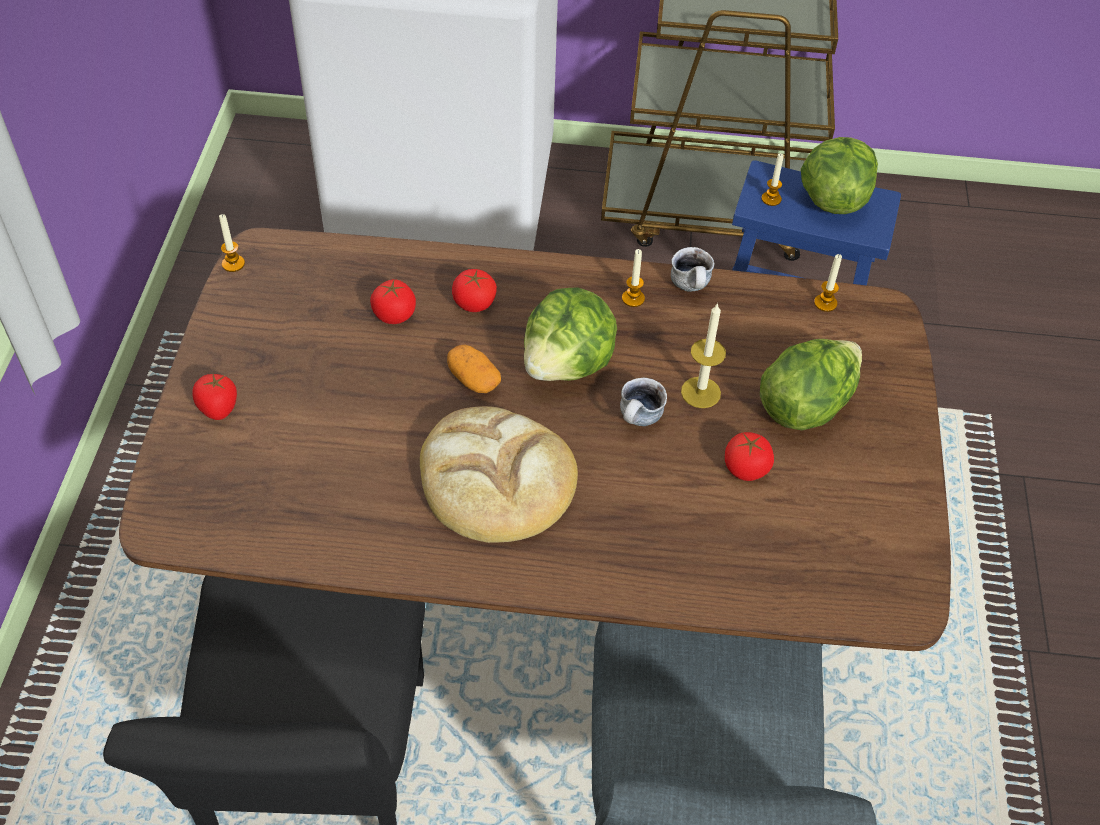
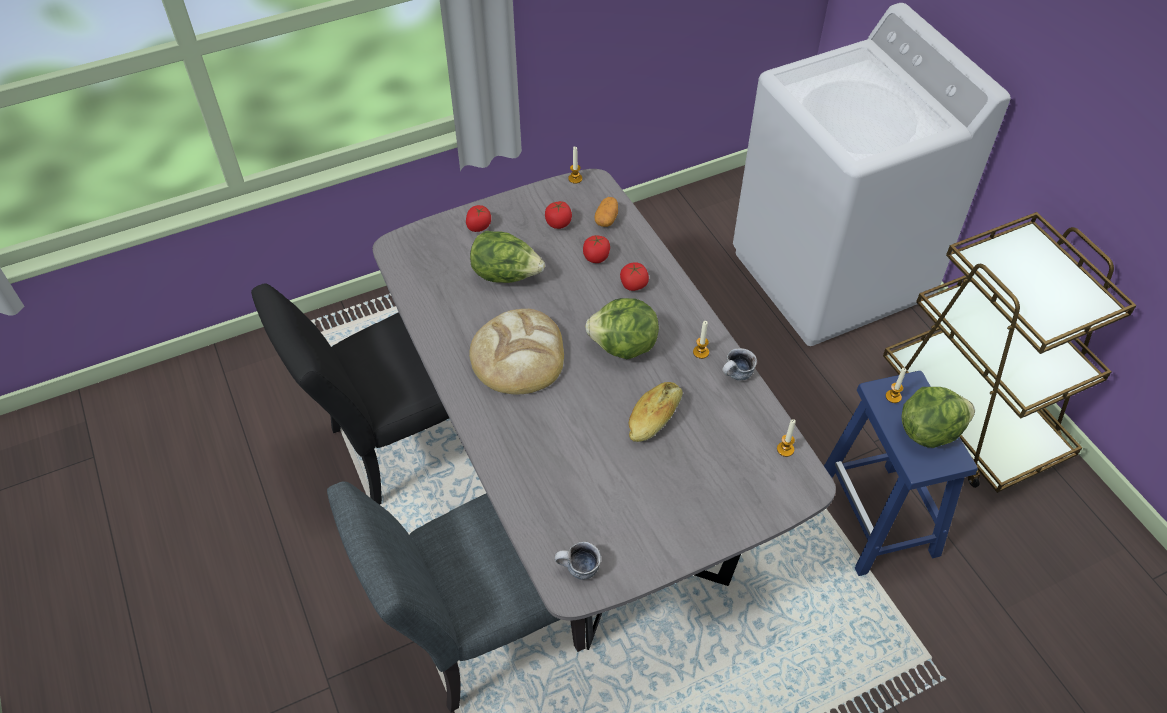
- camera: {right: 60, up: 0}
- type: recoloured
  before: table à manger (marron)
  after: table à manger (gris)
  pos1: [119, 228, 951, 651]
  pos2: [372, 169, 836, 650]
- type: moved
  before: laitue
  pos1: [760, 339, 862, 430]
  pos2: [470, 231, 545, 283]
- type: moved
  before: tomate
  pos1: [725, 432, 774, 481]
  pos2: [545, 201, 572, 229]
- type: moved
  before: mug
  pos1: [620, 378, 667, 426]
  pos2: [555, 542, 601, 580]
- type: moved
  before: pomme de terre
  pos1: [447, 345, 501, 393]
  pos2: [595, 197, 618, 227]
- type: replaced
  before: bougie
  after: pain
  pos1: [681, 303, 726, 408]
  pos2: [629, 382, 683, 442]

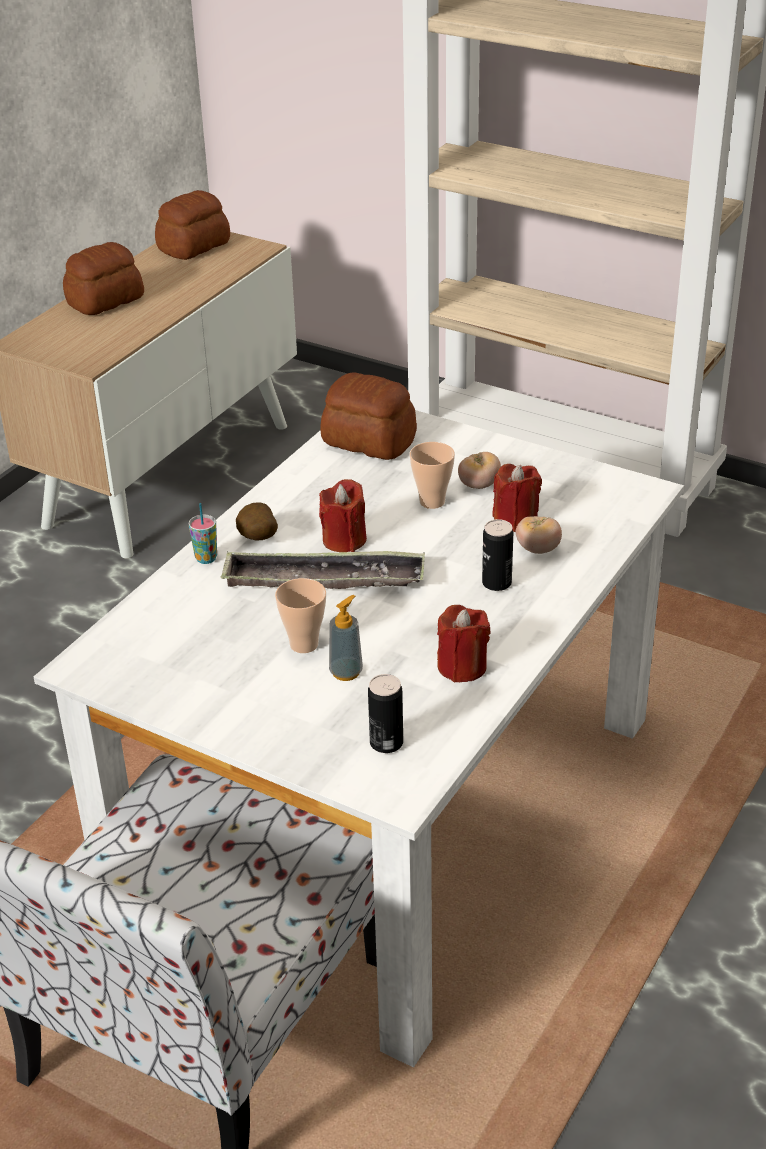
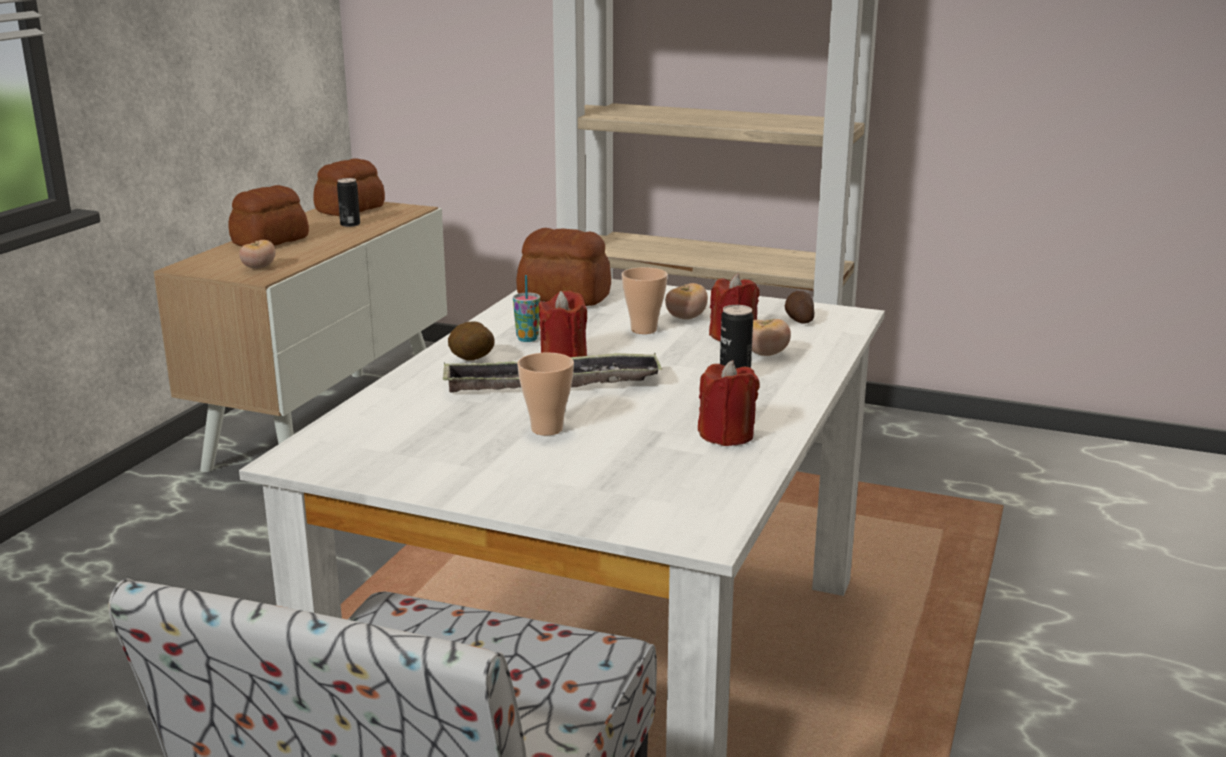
- camera: {right: -10, up: -15}
- type: added
  after: tomate
  pos2: [239, 240, 276, 269]
- type: moved
  before: boîte métallique
  pos1: [368, 674, 403, 753]
  pos2: [337, 178, 360, 227]
- type: moved
  before: tasse
  pos1: [189, 503, 217, 564]
  pos2: [513, 275, 540, 342]
- type: added
  after: pomme de terre
  pos2: [785, 291, 814, 324]
- type: removed
  before: distributeur de savon
  pos1: [329, 595, 363, 681]

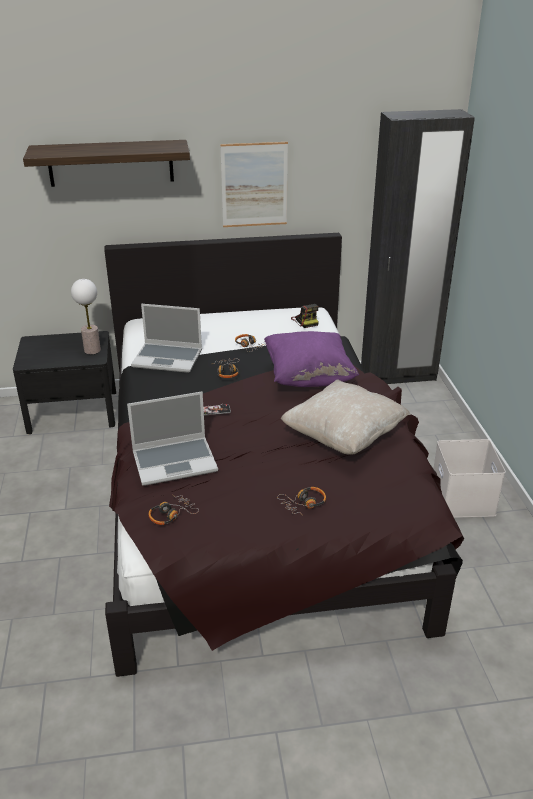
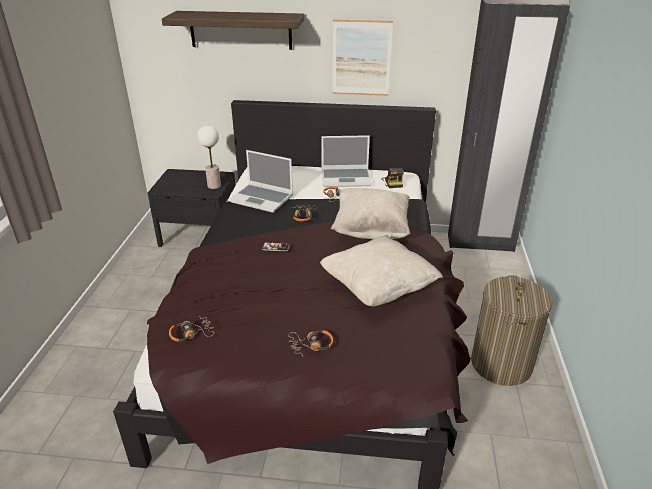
- camera: {right: 15, up: 0}
- type: moved
  before: ordinateur portable
  pos1: [127, 392, 218, 486]
  pos2: [321, 135, 372, 187]
- type: recoloured
  before: coussin (violet)
  after: coussin (beige)
  pos1: [264, 331, 359, 387]
  pos2: [331, 188, 410, 239]
- type: replaced
  before: boîte de rangement (blanc)
  after: panier à linge
  pos1: [433, 439, 506, 518]
  pos2: [471, 275, 552, 386]

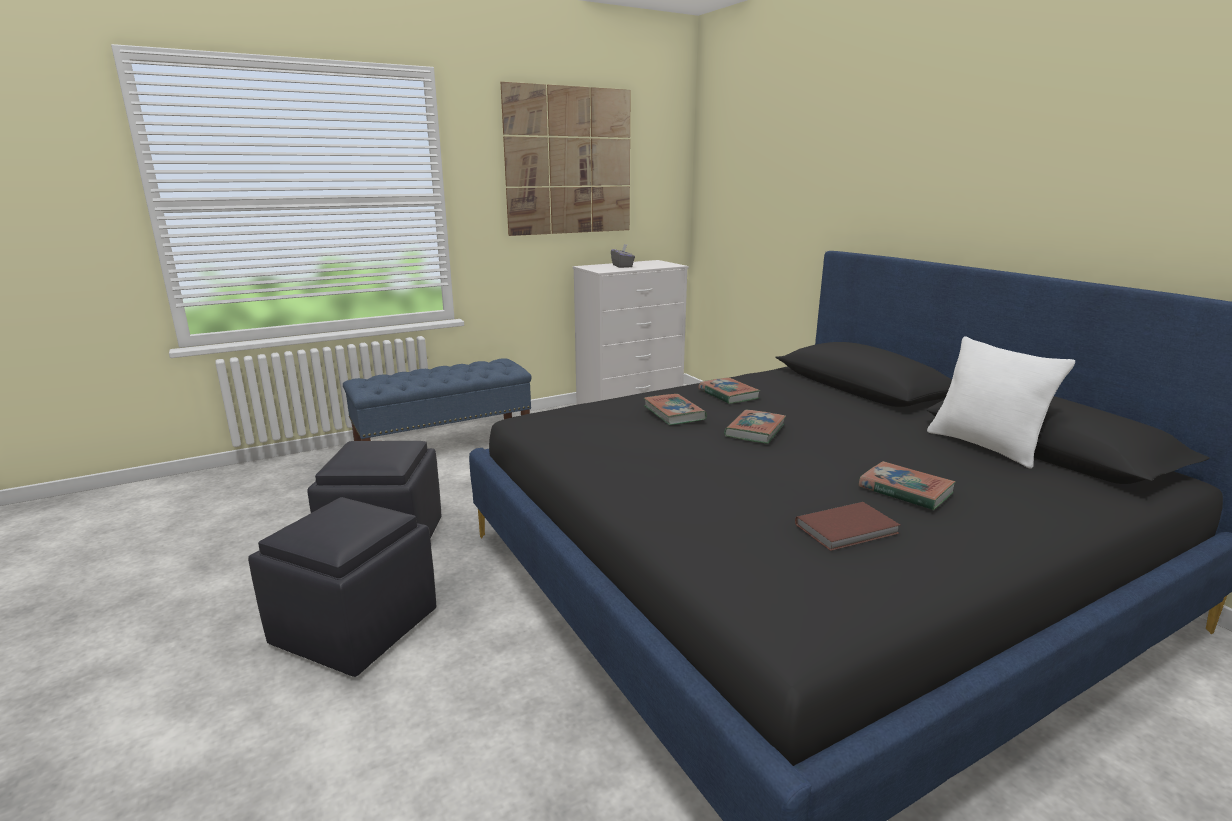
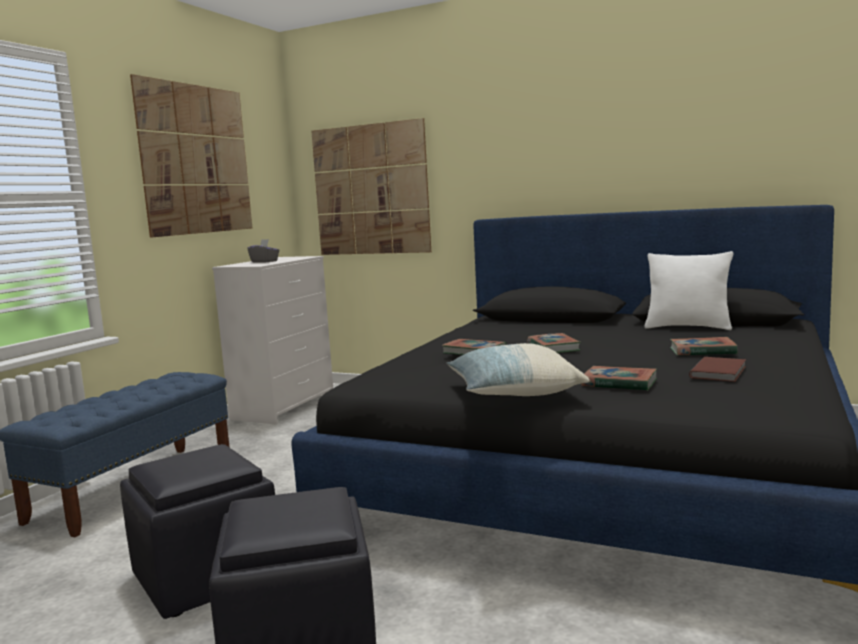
- camera: {right: -35, up: -10}
- type: added
  after: tableau
  pos2: [311, 118, 431, 255]
- type: added
  after: coussin
  pos2: [447, 343, 590, 396]
- type: moved
  before: livre
  pos1: [699, 377, 761, 404]
  pos2: [581, 366, 657, 391]

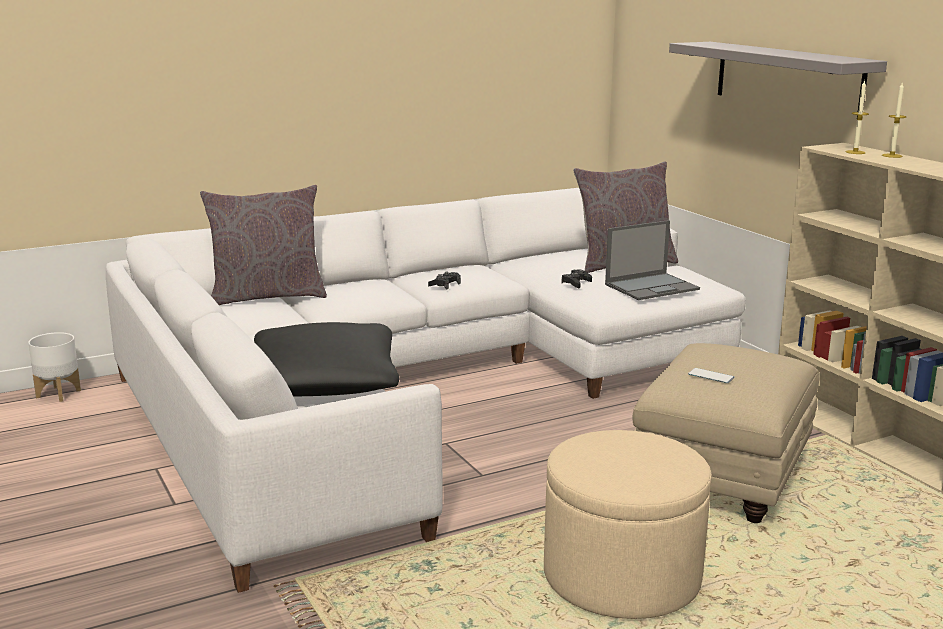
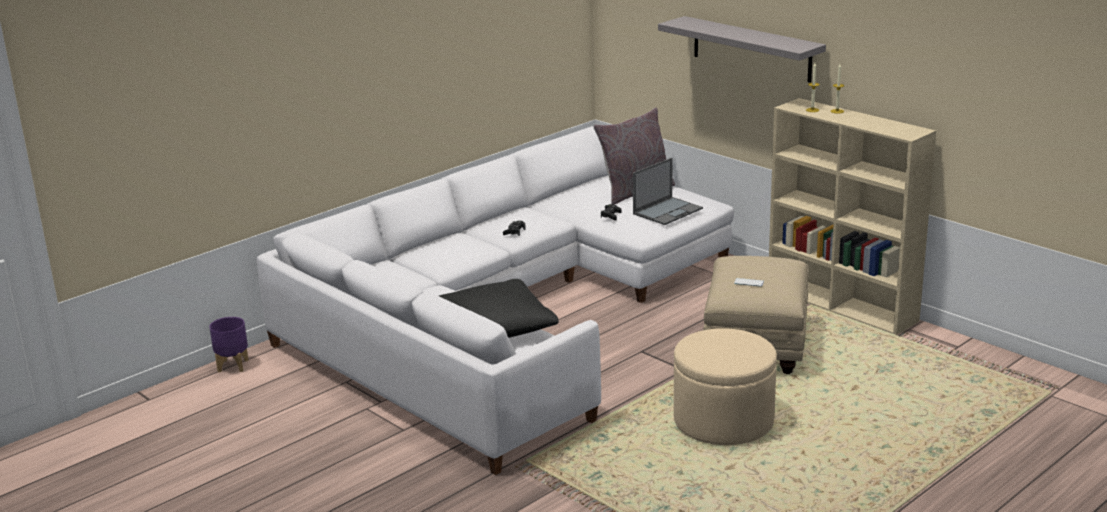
- camera: {right: -15, up: 5}
- type: recoloured
  before: cache-pot (blanc)
  after: cache-pot (violet)
  pos1: [28, 332, 81, 402]
  pos2: [209, 317, 249, 372]
- type: removed
  before: coussin (gris)
  pos1: [200, 185, 327, 305]

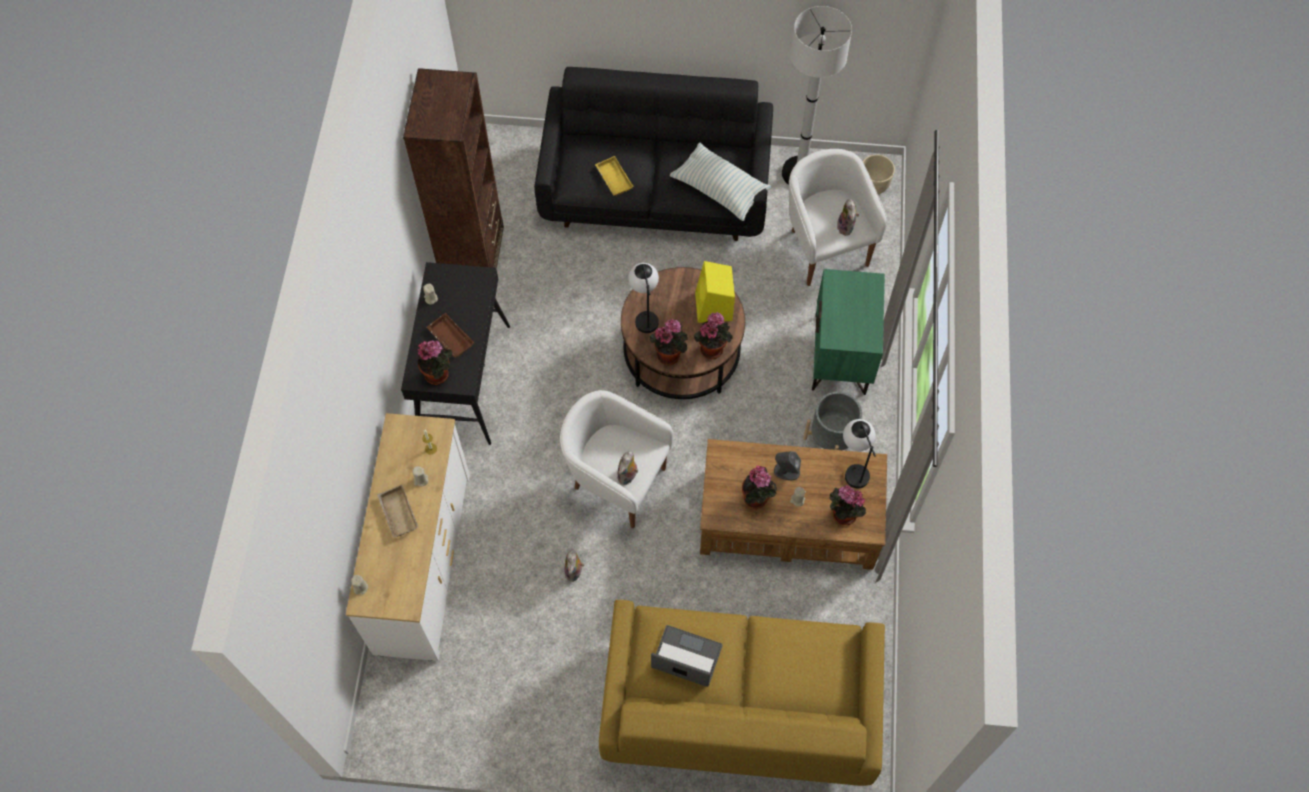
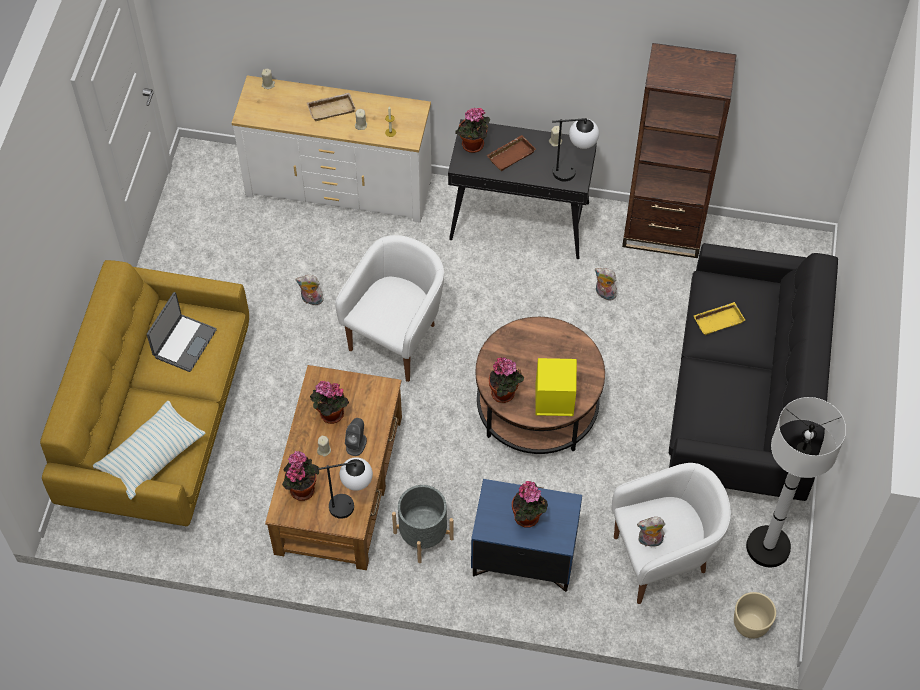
- camera: {right: 95, up: -5}
- type: moved
  before: coussin
  pos1: [670, 143, 772, 221]
  pos2: [93, 401, 206, 500]
- type: recoloured
  before: table de chevet (vert)
  after: table de chevet (bleu)
  pos1: [812, 269, 885, 395]
  pos2: [471, 479, 582, 592]
- type: moved
  before: plante en pot
  pos1: [650, 319, 688, 365]
  pos2: [512, 481, 548, 528]
- type: moved
  before: lampe de table
  pos1: [628, 263, 659, 333]
  pos2: [552, 118, 599, 181]
- type: moved
  before: peluche
  pos1: [617, 451, 638, 485]
  pos2: [595, 268, 617, 301]

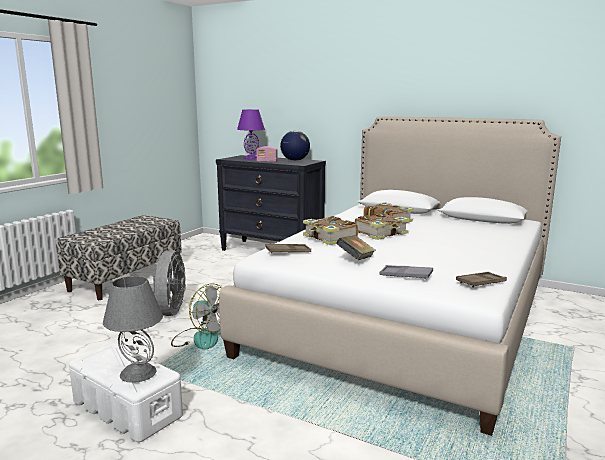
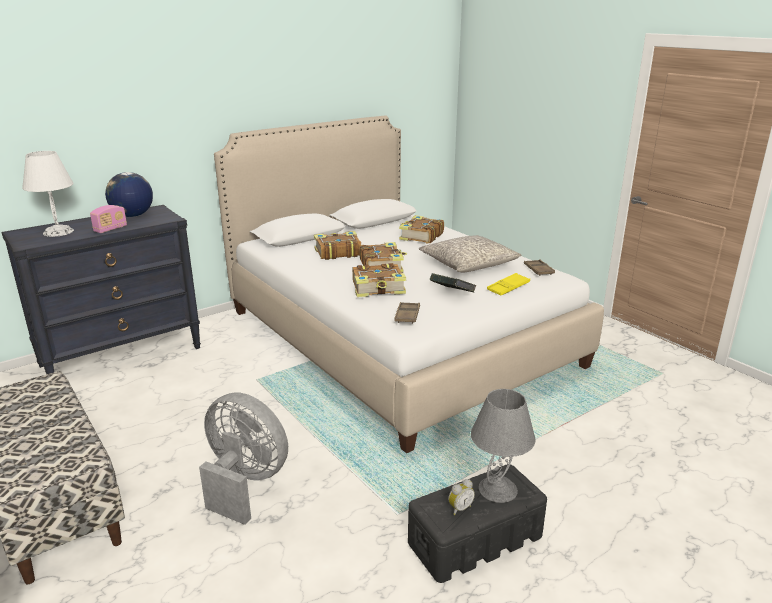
- camera: {right: -65, up: 10}
- type: recoloured
  before: lampe de table (violet)
  after: lampe de table (blanc)
  pos1: [237, 109, 265, 160]
  pos2: [22, 151, 74, 237]
- type: added
  after: livre
  pos2: [399, 215, 444, 243]
- type: recoloured
  before: boîte de rangement (blanc)
  after: boîte de rangement (noir)
  pos1: [69, 343, 183, 442]
  pos2: [408, 465, 547, 583]
- type: added
  after: coussin (gris)
  pos2: [419, 235, 521, 273]
- type: added
  after: réveil
  pos2: [448, 479, 475, 515]
- type: recoloured
  before: plateau (gris)
  after: plateau (jaune)
  pos1: [380, 265, 433, 279]
  pos2: [487, 273, 530, 296]
- type: removed
  before: ventilateur
  pos1: [171, 284, 222, 349]

